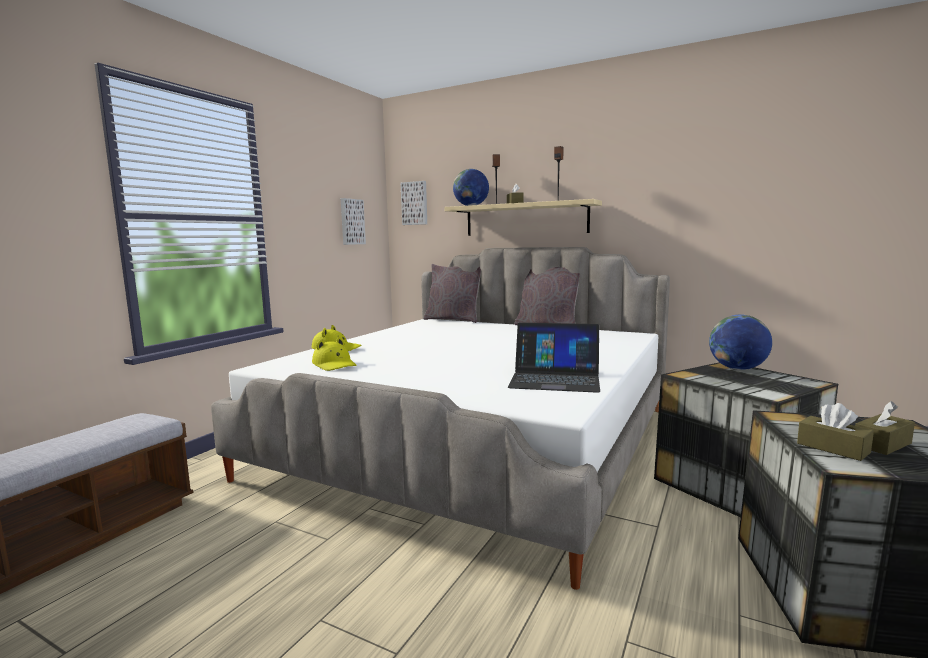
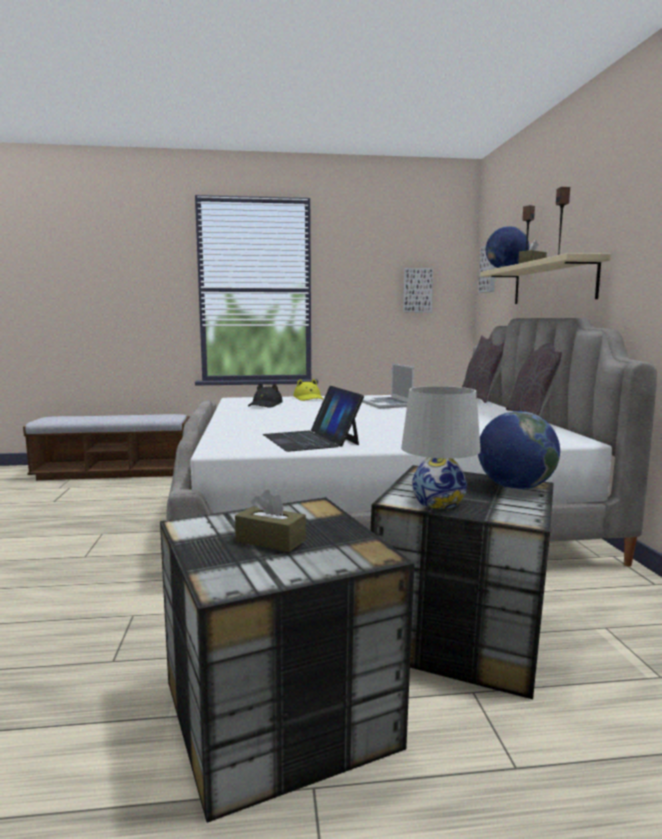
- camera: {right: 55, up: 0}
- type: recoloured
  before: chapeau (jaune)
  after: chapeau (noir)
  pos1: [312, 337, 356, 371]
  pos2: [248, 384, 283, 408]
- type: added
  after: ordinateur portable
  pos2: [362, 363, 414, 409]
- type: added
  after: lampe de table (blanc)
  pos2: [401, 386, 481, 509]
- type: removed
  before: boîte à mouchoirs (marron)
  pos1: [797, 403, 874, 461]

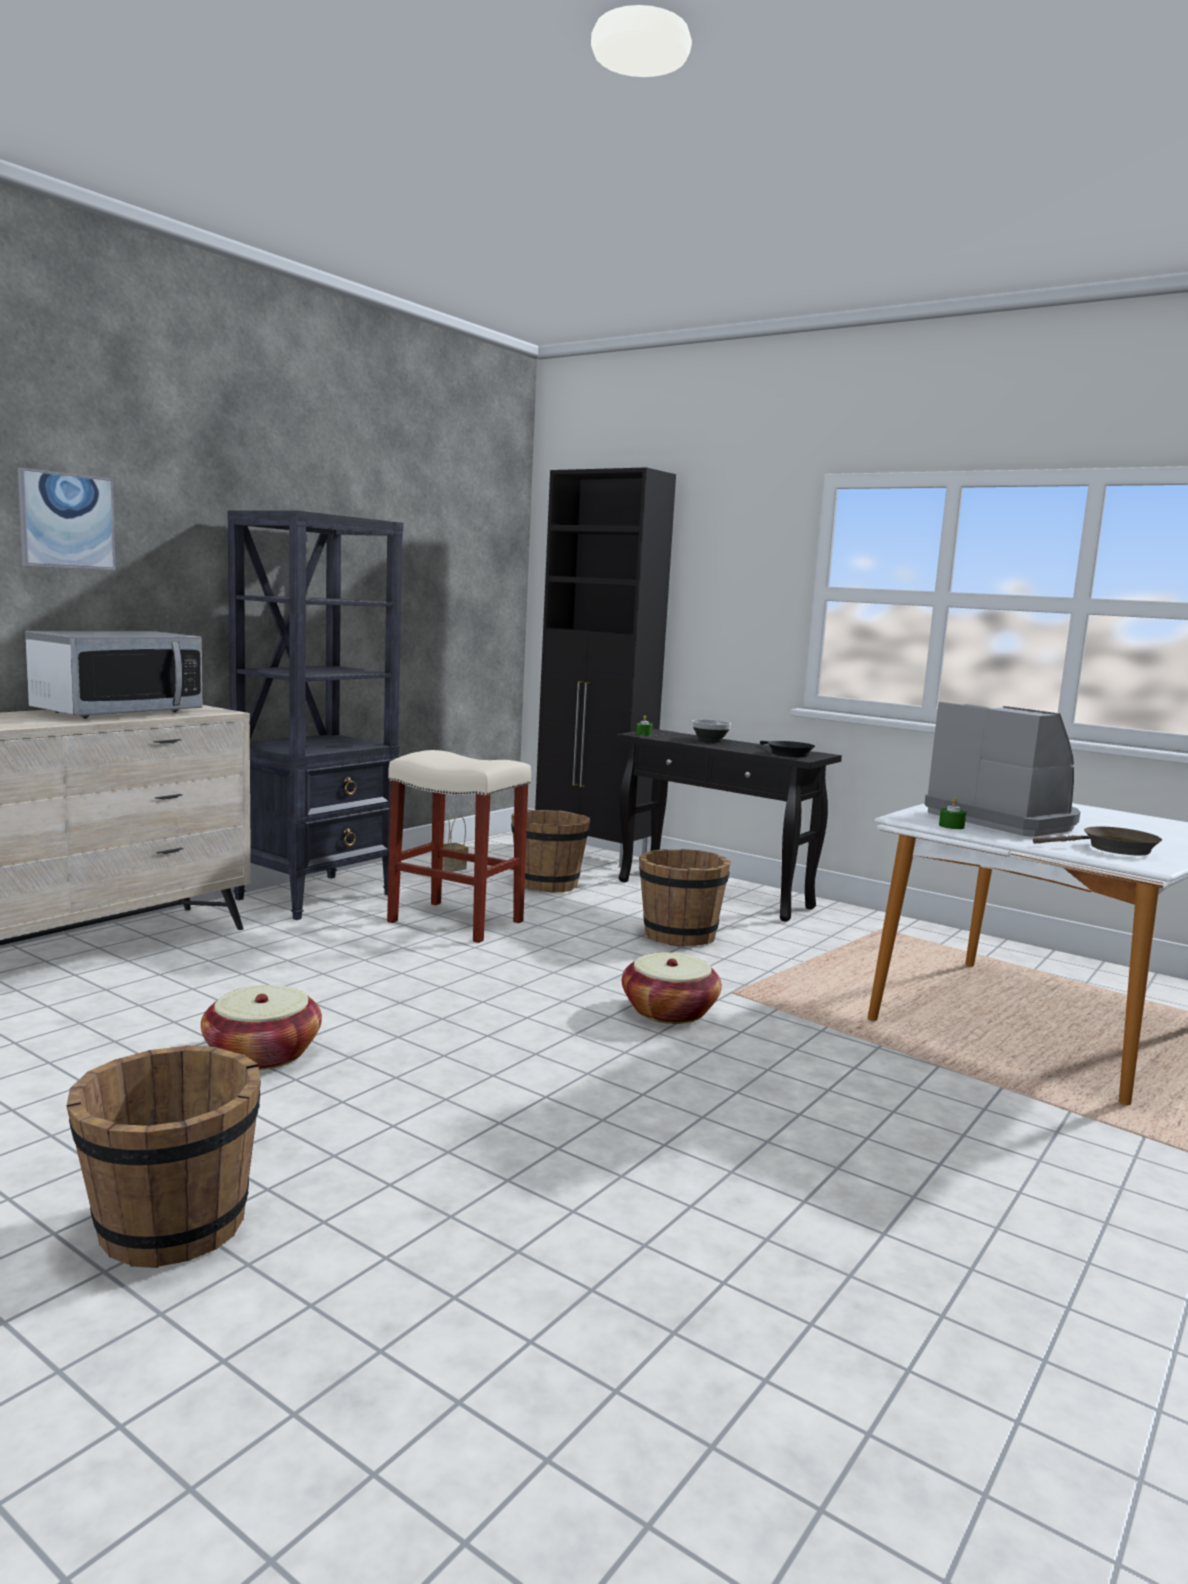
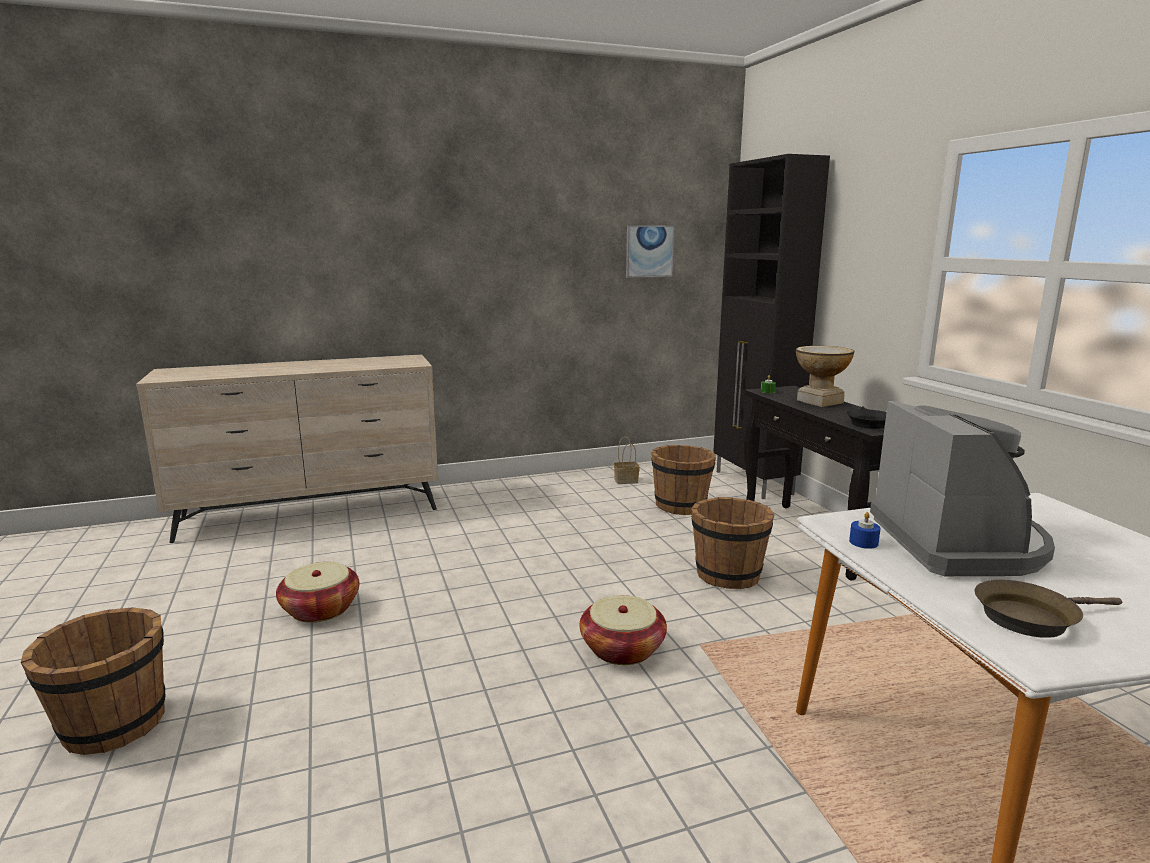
- camera: {right: 35, up: 5}
- type: moved
  before: tableau
  pos1: [18, 468, 115, 570]
  pos2: [626, 225, 675, 278]
- type: replaced
  before: bol
  after: vase
  pos1: [692, 719, 731, 742]
  pos2: [796, 346, 854, 407]
- type: recoloured
  before: bougie (vert)
  after: bougie (bleu)
  pos1: [939, 798, 966, 829]
  pos2: [849, 512, 881, 549]
- type: turned
  before: poêle (marron)
  pos1: [1033, 827, 1162, 855]
  pos2: [974, 579, 1122, 638]
  turn: 135
- type: removed
  before: micro-ondes
  pos1: [25, 631, 202, 718]
- type: removed
  before: bibliothèque (noir)
  pos1: [227, 510, 403, 920]
- type: removed
  before: tabouret (beige)
  pos1: [387, 750, 531, 943]

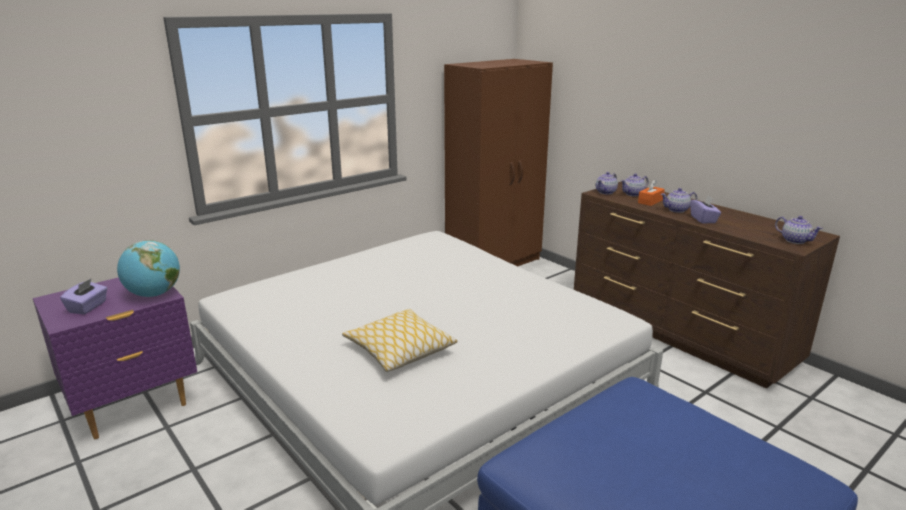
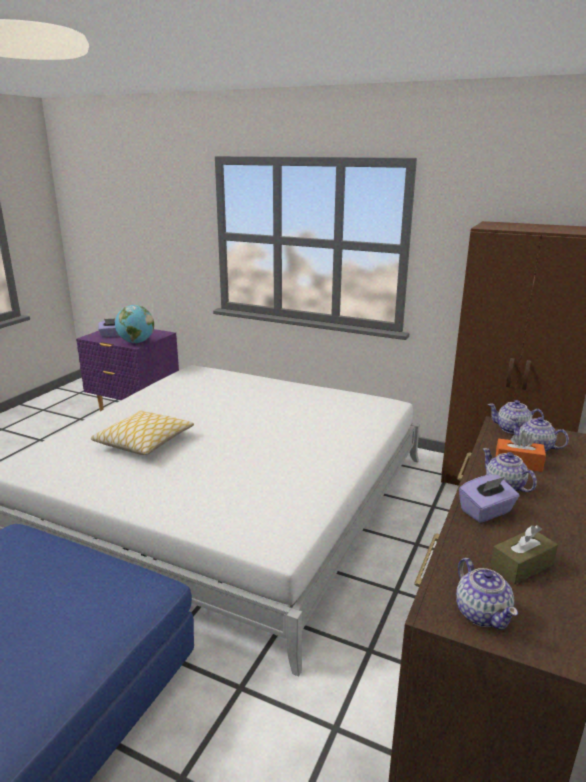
- camera: {right: 65, up: 0}
- type: turned
  before: théière
  pos1: [775, 216, 823, 244]
  pos2: [456, 558, 518, 630]
  turn: -45
- type: added
  after: boîte à mouchoirs (marron)
  pos2: [490, 525, 558, 584]

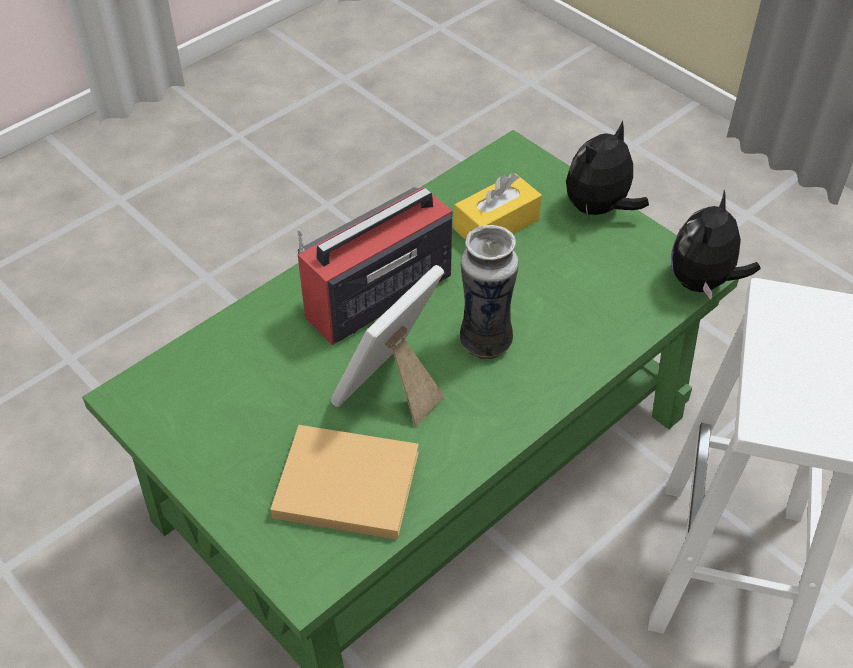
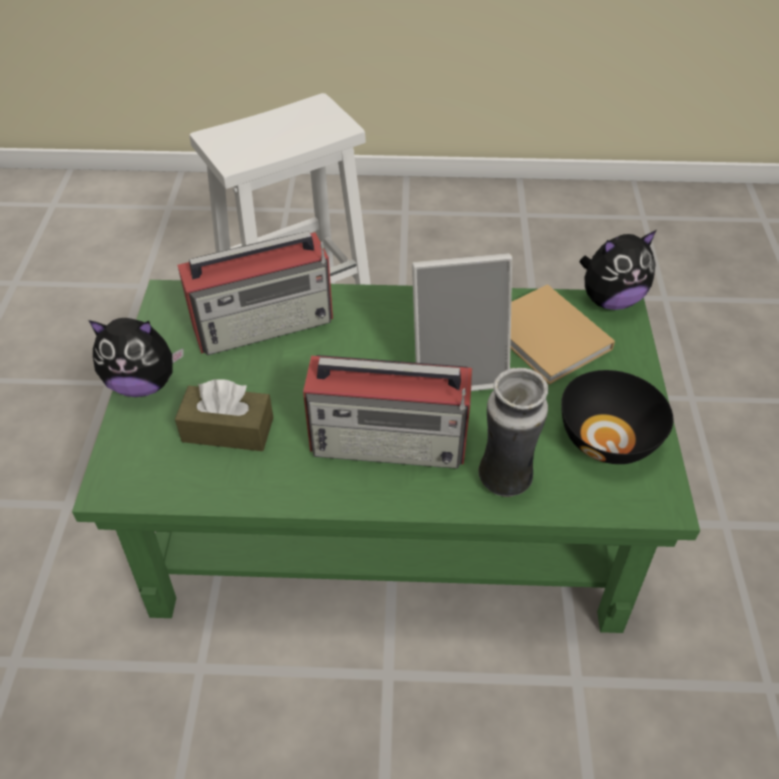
- camera: {right: -135, up: 0}
- type: recoloured
  before: boîte à mouchoirs (jaune)
  after: boîte à mouchoirs (marron)
  pos1: [454, 173, 542, 240]
  pos2: [175, 379, 274, 451]
- type: added
  after: radio
  pos2: [177, 231, 333, 355]
- type: moved
  before: vase
  pos1: [460, 225, 519, 359]
  pos2: [478, 368, 548, 497]
- type: added
  after: bol (noir)
  pos2: [561, 370, 673, 464]
- type: moved
  before: peluche
  pos1: [671, 190, 760, 300]
  pos2: [579, 230, 657, 310]

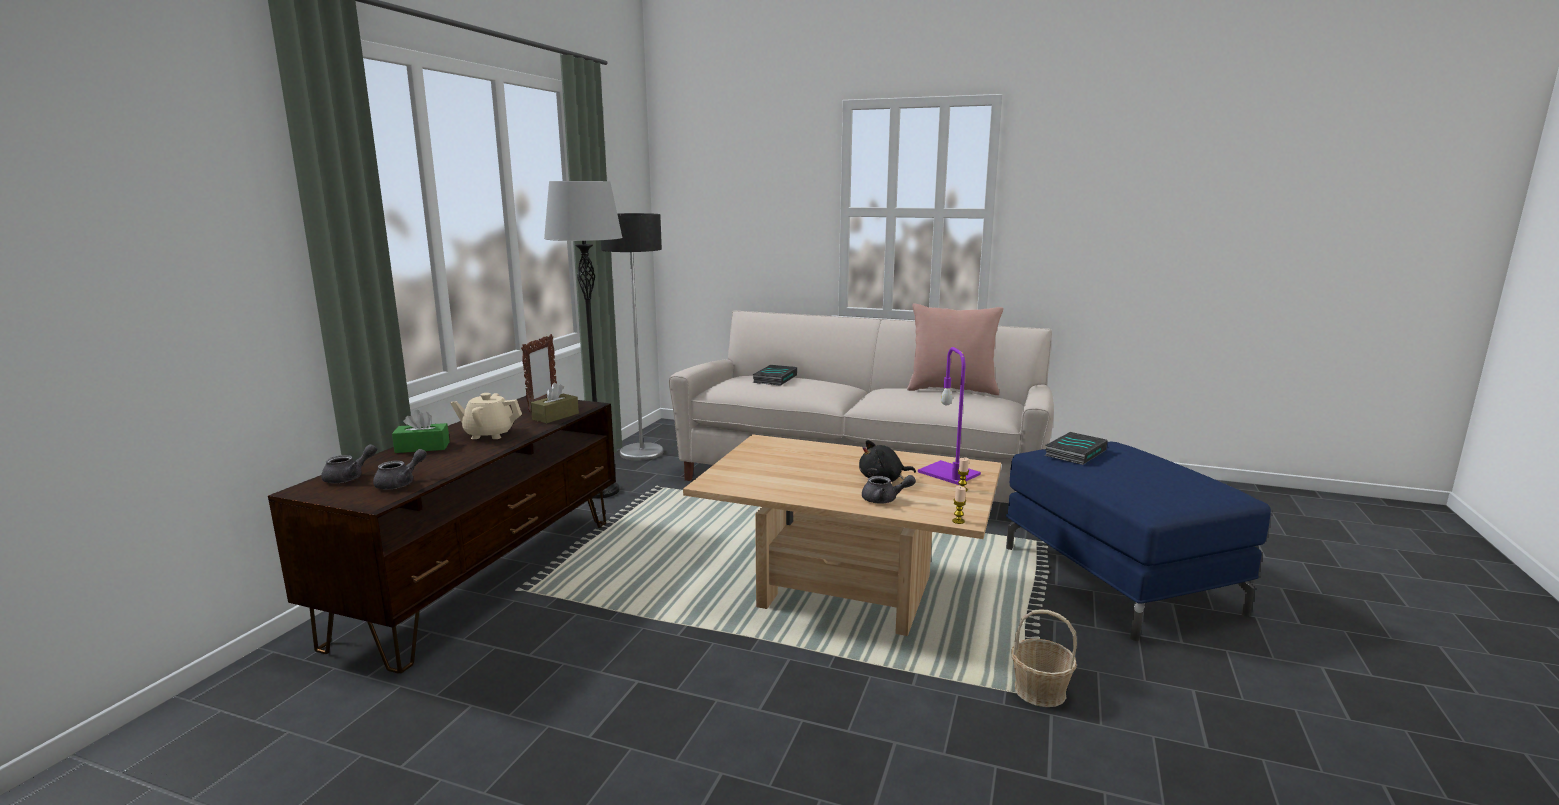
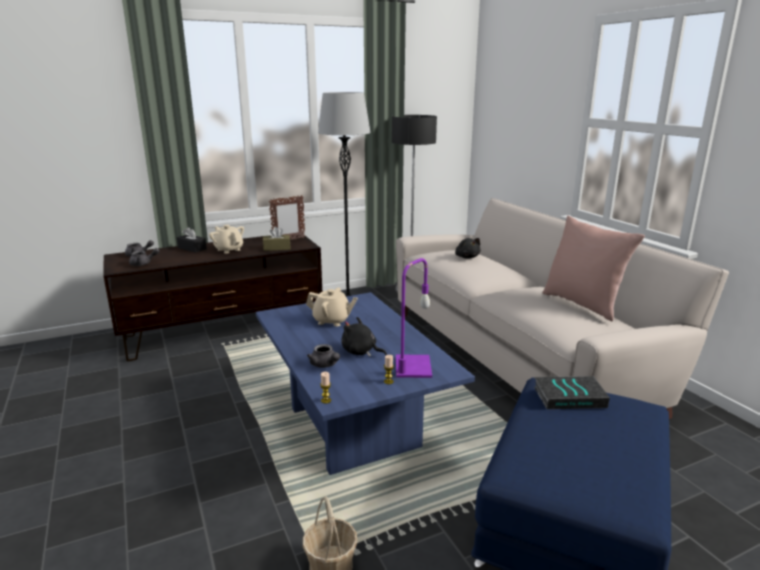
- camera: {right: 45, up: 5}
- type: recoloured
  before: boîte à mouchoirs (vert)
  after: boîte à mouchoirs (noir)
  pos1: [392, 410, 450, 453]
  pos2: [177, 227, 207, 253]
- type: recoloured
  before: table basse (beige)
  after: table basse (bleu)
  pos1: [683, 434, 1001, 636]
  pos2: [256, 292, 475, 475]
- type: added
  after: théière (beige)
  pos2: [306, 287, 358, 327]
- type: replaced
  before: livre
  after: peluche (noir)
  pos1: [753, 365, 797, 386]
  pos2: [455, 238, 481, 259]

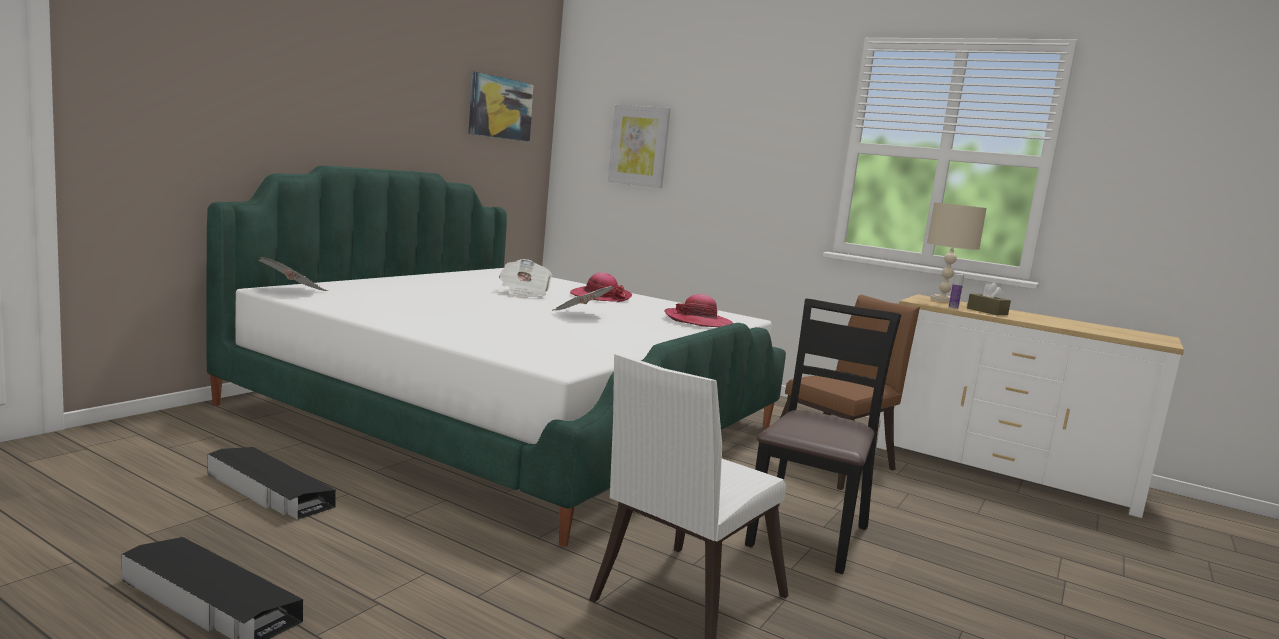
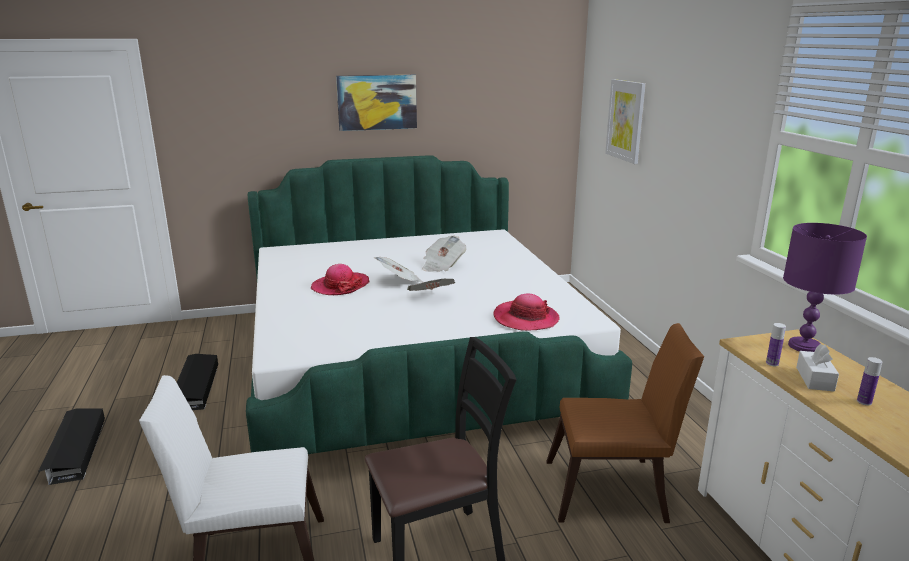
- camera: {right: 45, up: 10}
- type: moved
  before: chapeau
  pos1: [570, 272, 632, 302]
  pos2: [311, 264, 369, 295]
- type: moved
  before: tableau
  pos1: [468, 71, 534, 142]
  pos2: [336, 75, 417, 131]
- type: moved
  before: journal
  pos1: [259, 257, 328, 291]
  pos2: [374, 257, 423, 283]
- type: recoloured
  before: lampe de table (beige)
  after: lampe de table (violet)
  pos1: [927, 202, 987, 303]
  pos2: [783, 223, 867, 352]
- type: recoloured
  before: boîte à mouchoirs (marron)
  after: boîte à mouchoirs (blanc)
  pos1: [967, 282, 1011, 315]
  pos2: [796, 344, 839, 392]
- type: added
  after: bouteille
  pos2: [857, 357, 882, 406]

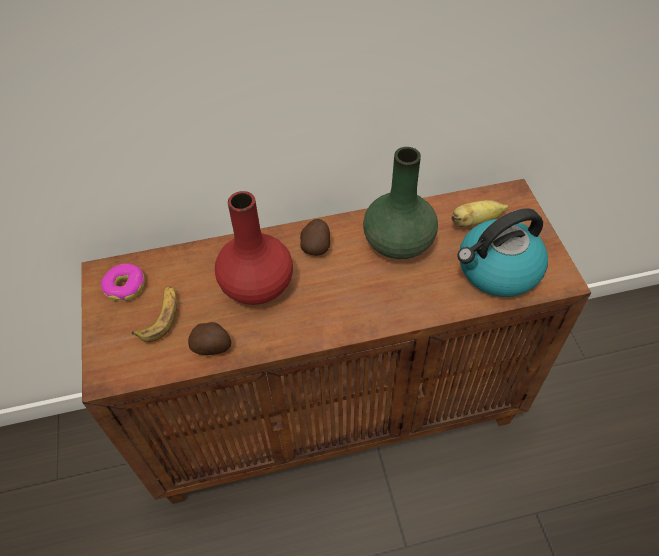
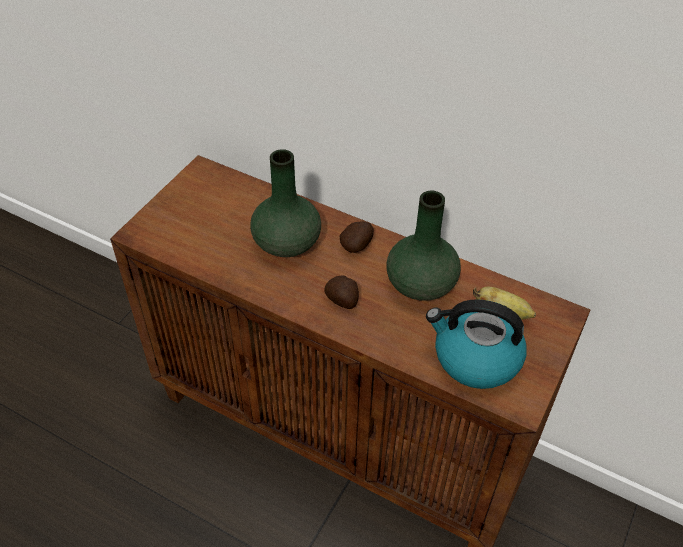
- camera: {right: 40, up: -5}
- type: recoloured
  before: vase (rouge)
  after: vase (vert)
  pos1: [215, 191, 293, 305]
  pos2: [250, 149, 321, 257]
- type: moved
  before: pomme de terre
  pos1: [188, 322, 231, 355]
  pos2: [324, 276, 359, 309]
- type: removed
  before: beignet
  pos1: [101, 264, 145, 301]
- type: removed
  before: banane
  pos1: [131, 286, 177, 342]

